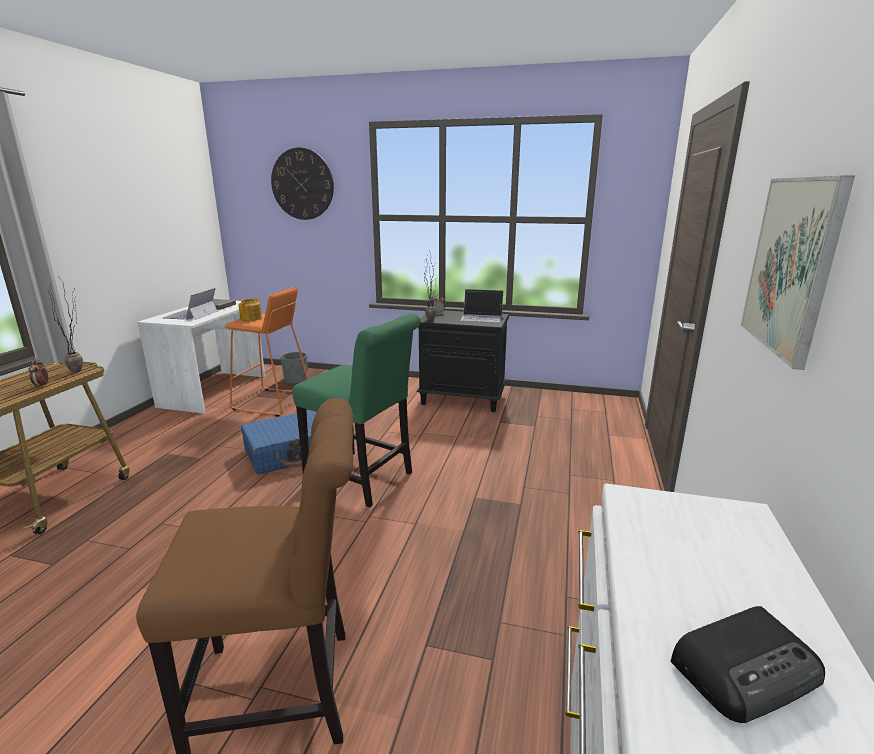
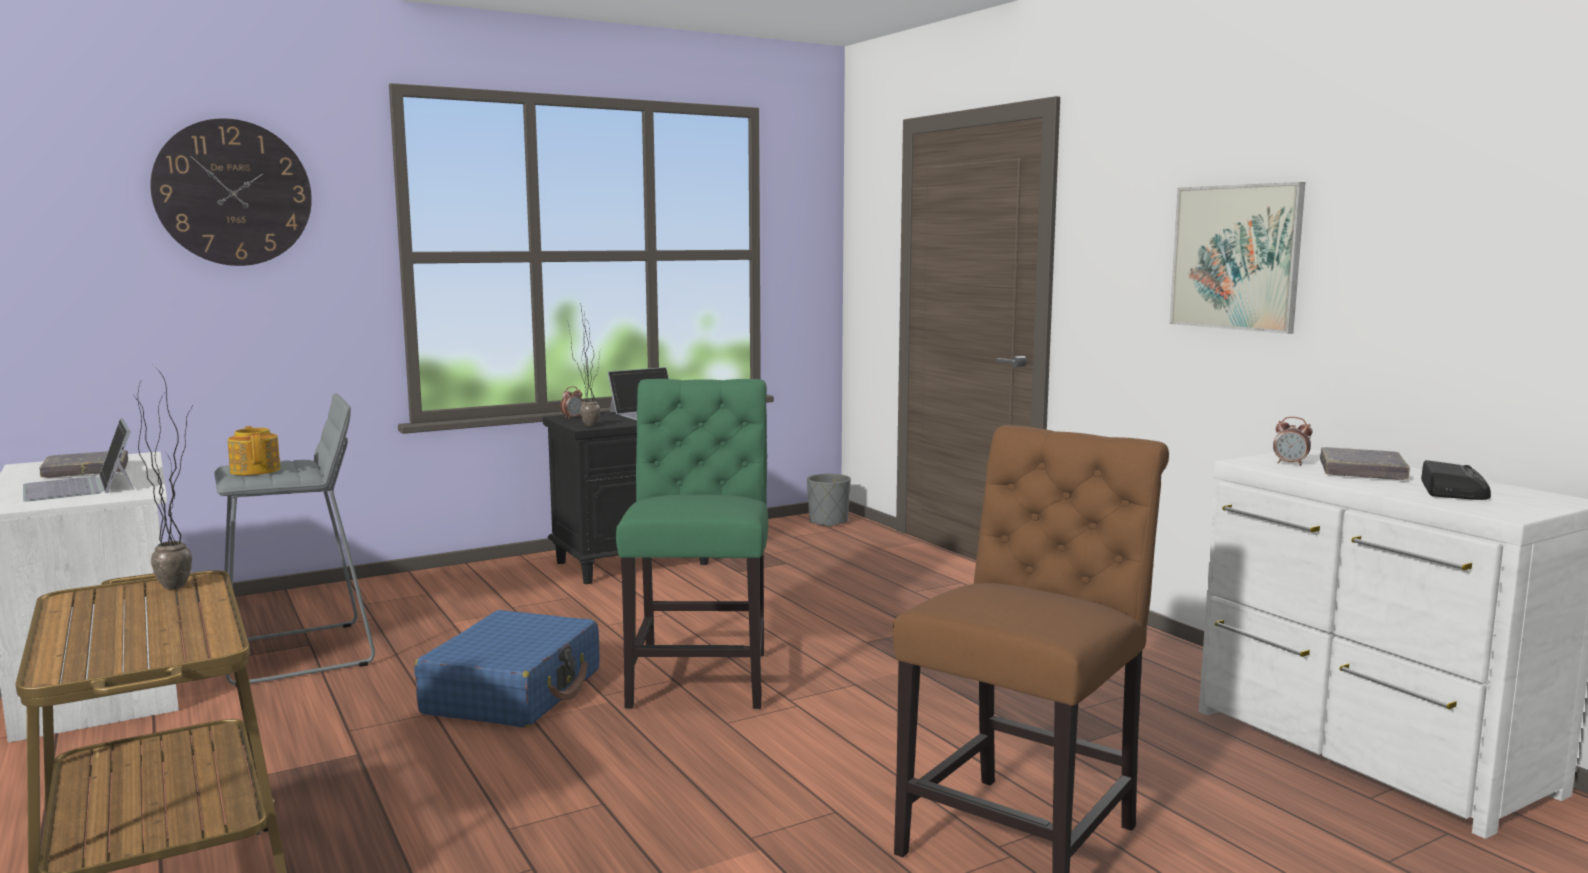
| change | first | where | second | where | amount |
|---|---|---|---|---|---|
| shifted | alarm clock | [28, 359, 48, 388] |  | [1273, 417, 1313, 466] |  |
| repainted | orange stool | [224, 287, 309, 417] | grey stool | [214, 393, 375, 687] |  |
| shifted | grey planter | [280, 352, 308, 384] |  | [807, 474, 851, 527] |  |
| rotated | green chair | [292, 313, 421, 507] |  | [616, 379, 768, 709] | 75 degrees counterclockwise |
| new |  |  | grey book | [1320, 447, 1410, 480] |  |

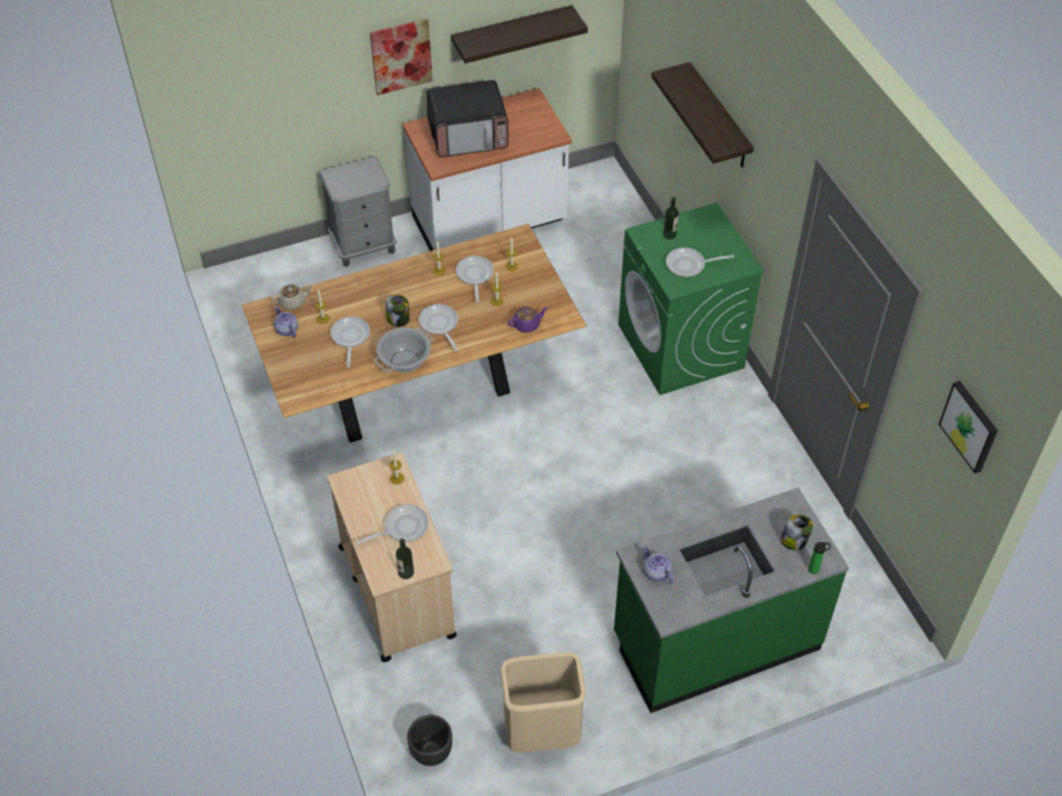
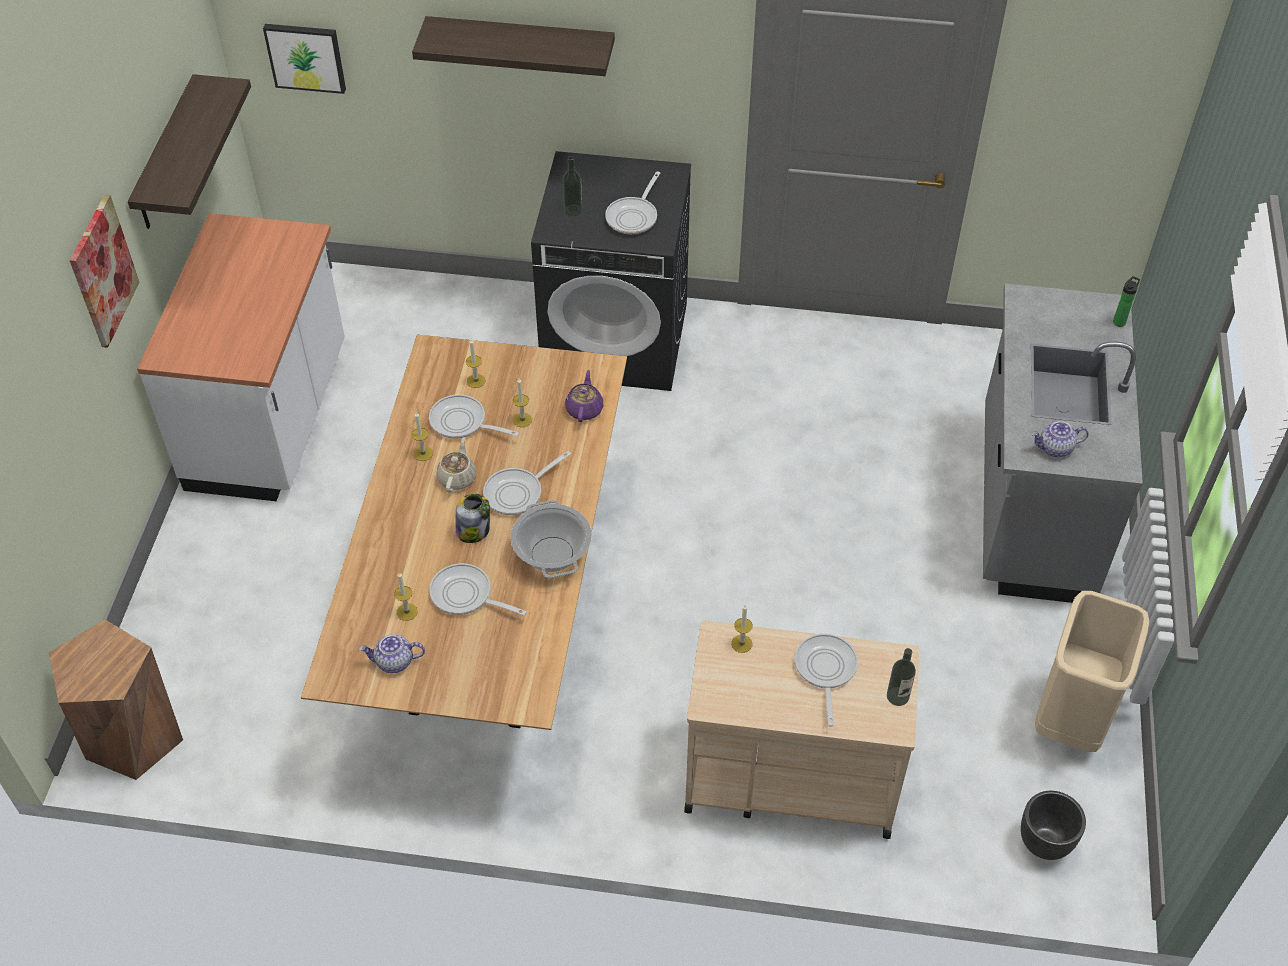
| change | first | where | second | where | amount |
|---|---|---|---|---|---|
| shifted | beige teapot | [271, 284, 313, 310] |  | [436, 437, 476, 492] |  |
| gone | grey nightstand | [319, 157, 397, 267] |  |  |  |
| rotated | frying pan | [419, 304, 458, 351] |  | [483, 451, 571, 515] | 45 degrees counterclockwise |
| gone | microwave | [427, 80, 509, 157] |  |  |  |
| repainted | green counter | [614, 488, 849, 713] | grey counter | [983, 283, 1143, 603] |  |
| repainted | green washing machine | [618, 203, 765, 395] | black washing machine | [531, 151, 691, 391] |  |
| gone | jar | [780, 515, 813, 550] |  |  |  |
| shifted | picture | [939, 381, 998, 473] |  | [263, 24, 346, 94] |  |
| new |  |  | brown stool | [49, 619, 183, 780] |  |

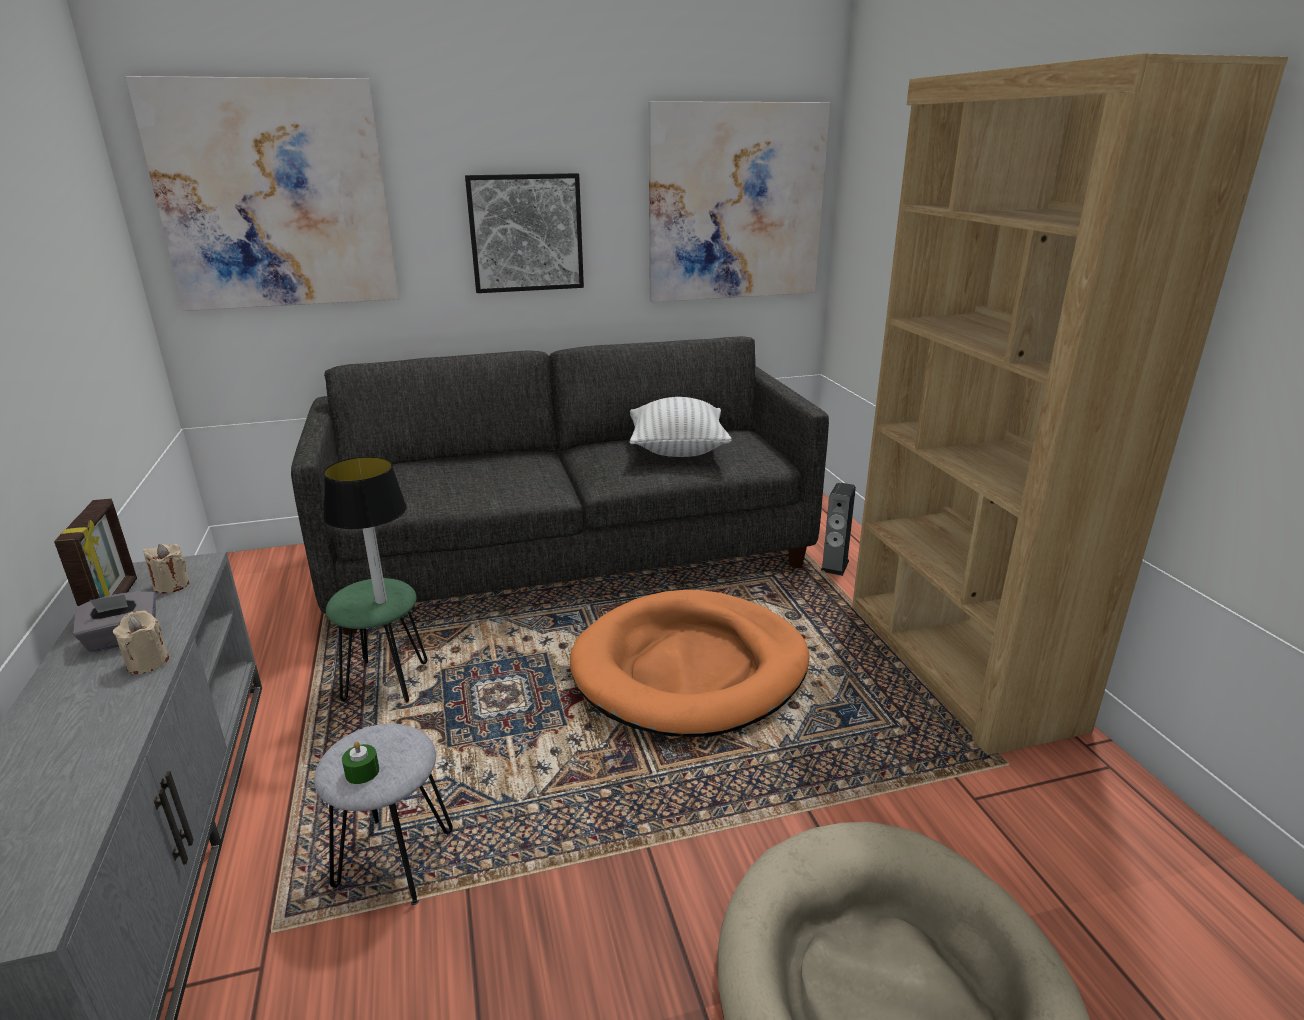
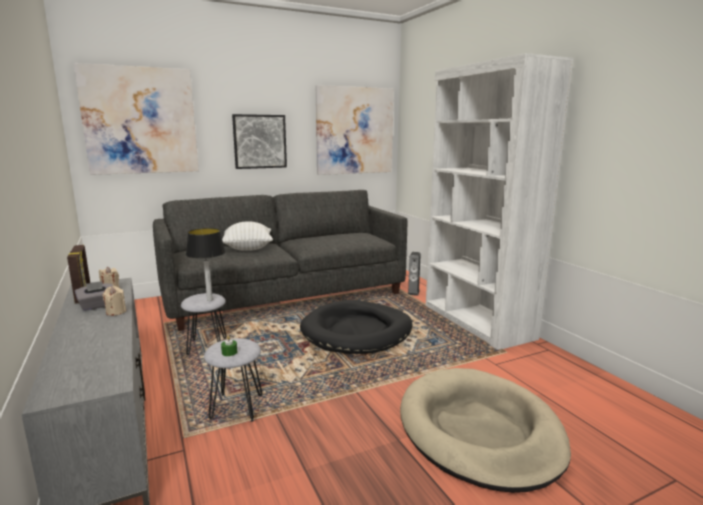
| change | first | where | second | where | amount |
|---|---|---|---|---|---|
| repainted | green stool | [326, 578, 427, 703] | grey stool | [181, 293, 226, 355] |  |
| repainted | orange dog bed | [570, 590, 809, 737] | black dog bed | [300, 300, 413, 354] |  |
| shifted | white pillow | [629, 397, 732, 457] |  | [222, 221, 273, 251] |  |
| repainted | brown bookcase | [852, 53, 1288, 755] | white bookcase | [426, 53, 574, 350] |  |

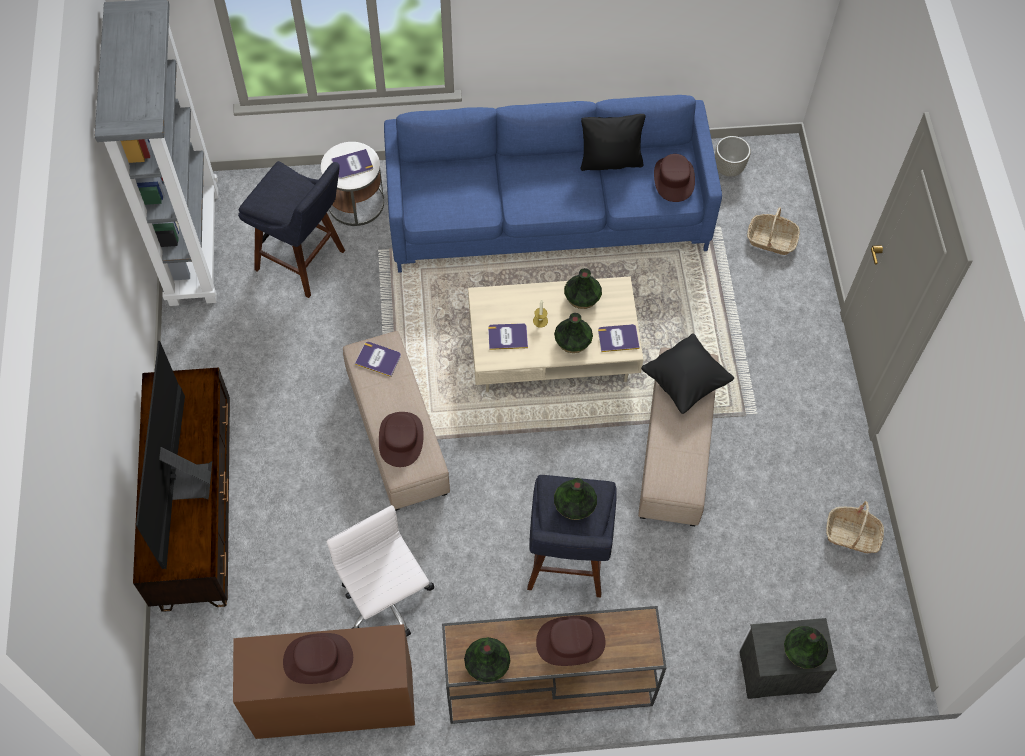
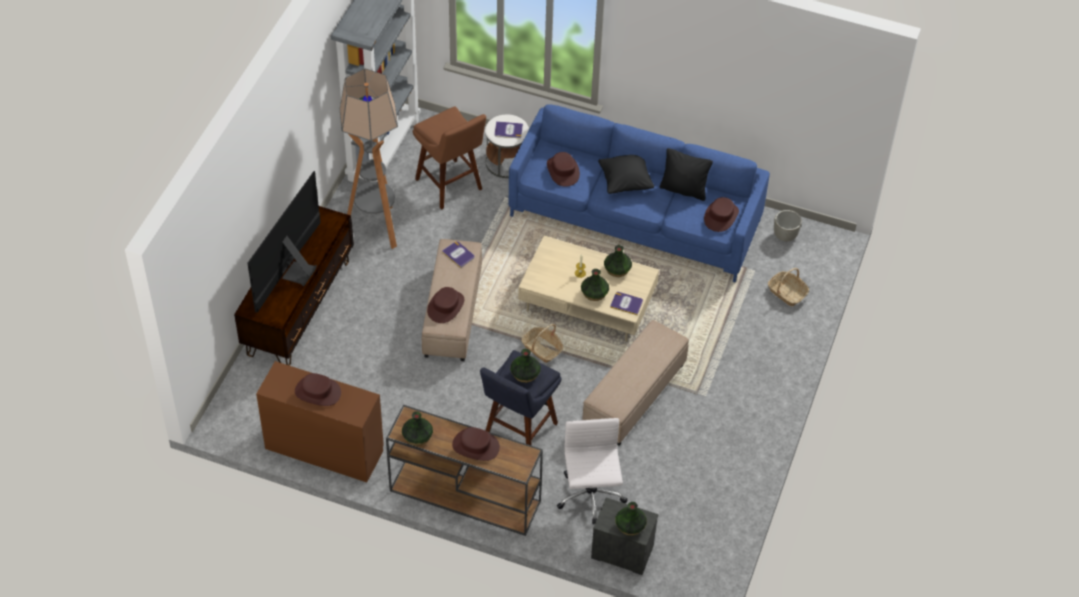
| change | first | where | second | where | amount |
|---|---|---|---|---|---|
| repainted | blue stool | [238, 161, 345, 298] | brown stool | [413, 106, 486, 210] |  |
| shifted | white office chair | [326, 505, 434, 637] |  | [557, 418, 628, 524] |  |
| gone | book | [488, 323, 528, 350] |  |  |  |
| shifted | black pillow | [641, 333, 734, 414] |  | [598, 155, 654, 194] |  |
| shifted | basket | [826, 501, 884, 553] |  | [521, 324, 563, 363] |  |
| new |  |  | floor lamp | [340, 68, 398, 249] |  |
| new |  |  | brown hat | [547, 152, 580, 187] |  |

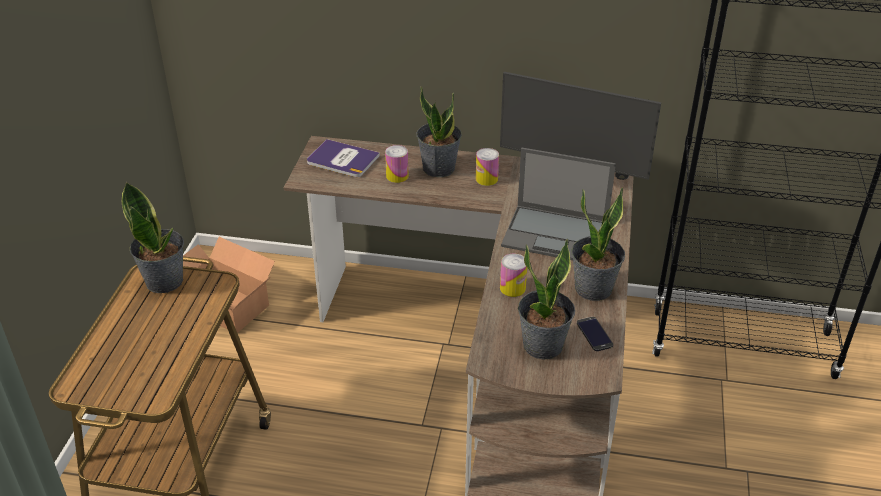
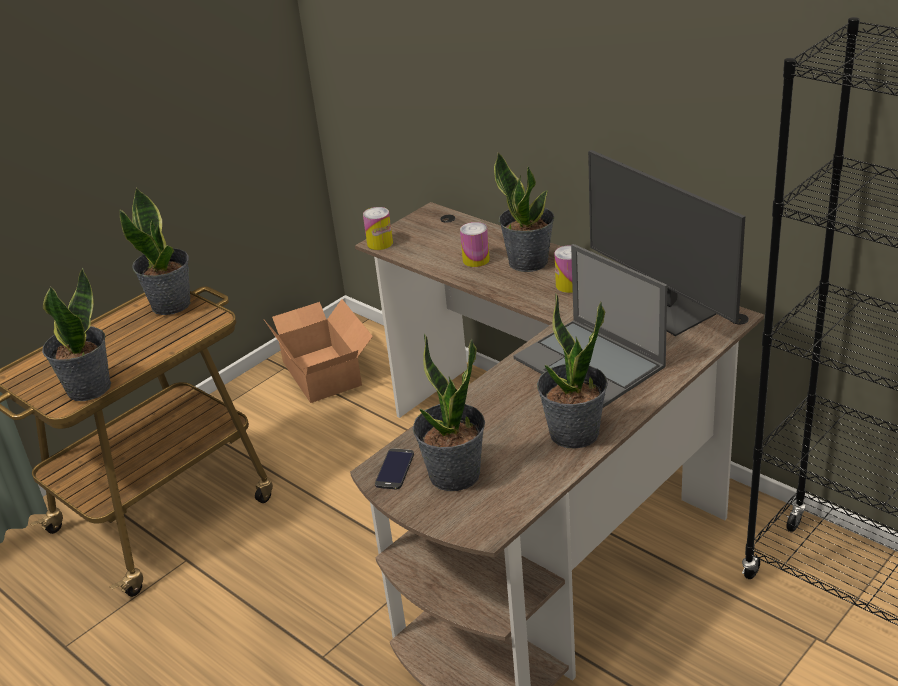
| change | first | where | second | where | amount |
|---|---|---|---|---|---|
| gone | book | [307, 139, 380, 177] |  |  |  |
| shifted | can | [500, 254, 527, 297] |  | [363, 207, 393, 250] |  |
| shifted | phone | [577, 317, 613, 351] |  | [375, 448, 414, 489] |  |
| new |  |  | potted plant | [42, 268, 111, 401] |  |

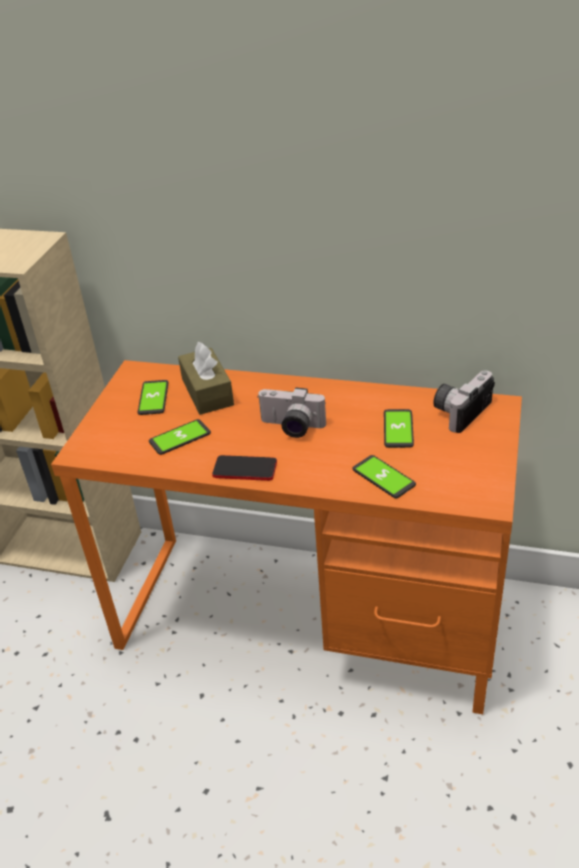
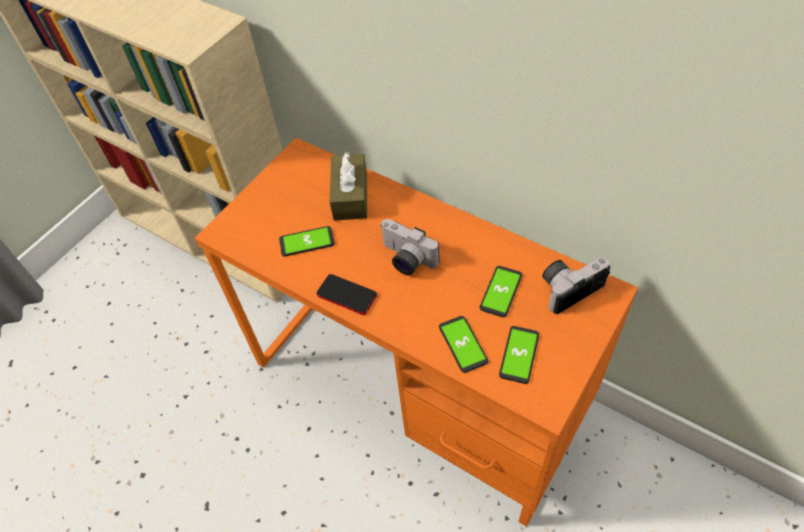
| change | first | where | second | where | amount |
|---|---|---|---|---|---|
| shifted | phone | [138, 380, 168, 415] |  | [499, 326, 539, 384] |  |

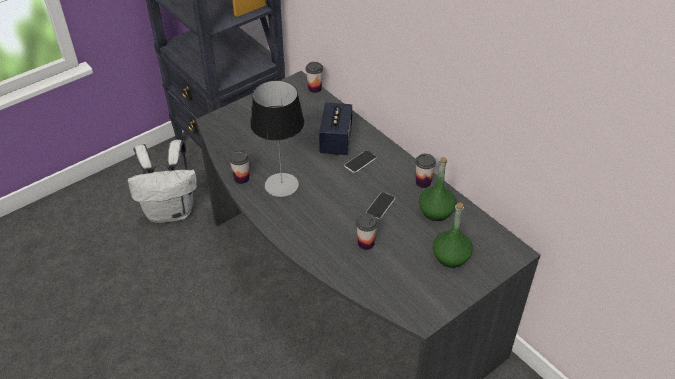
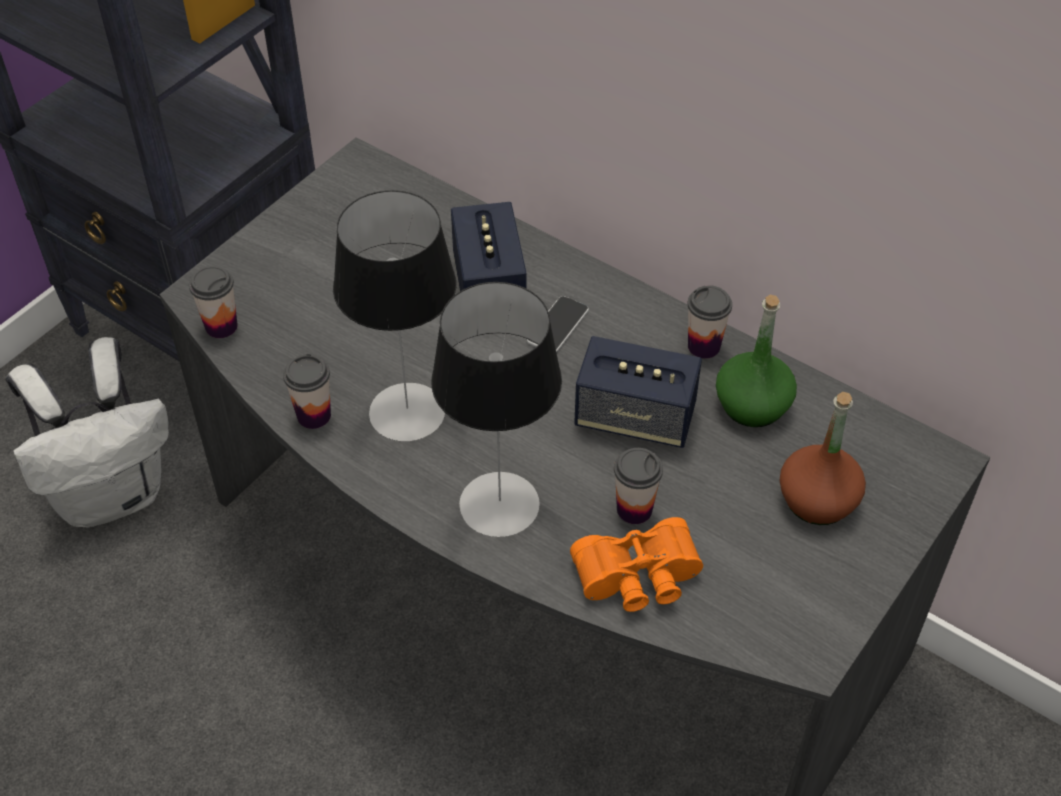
| change | first | where | second | where | amount |
|---|---|---|---|---|---|
| shifted | cup | [306, 62, 323, 93] |  | [189, 266, 238, 338] |  |
| swapped | phone | [366, 192, 395, 219] | speaker | [574, 336, 702, 448] |  |
| repainted | green bottle | [433, 202, 473, 268] | brown bottle | [780, 392, 866, 525] |  |
| new |  |  | table lamp | [431, 282, 562, 537] |  |
| new |  |  | orange binoculars | [570, 517, 703, 612] |  |

